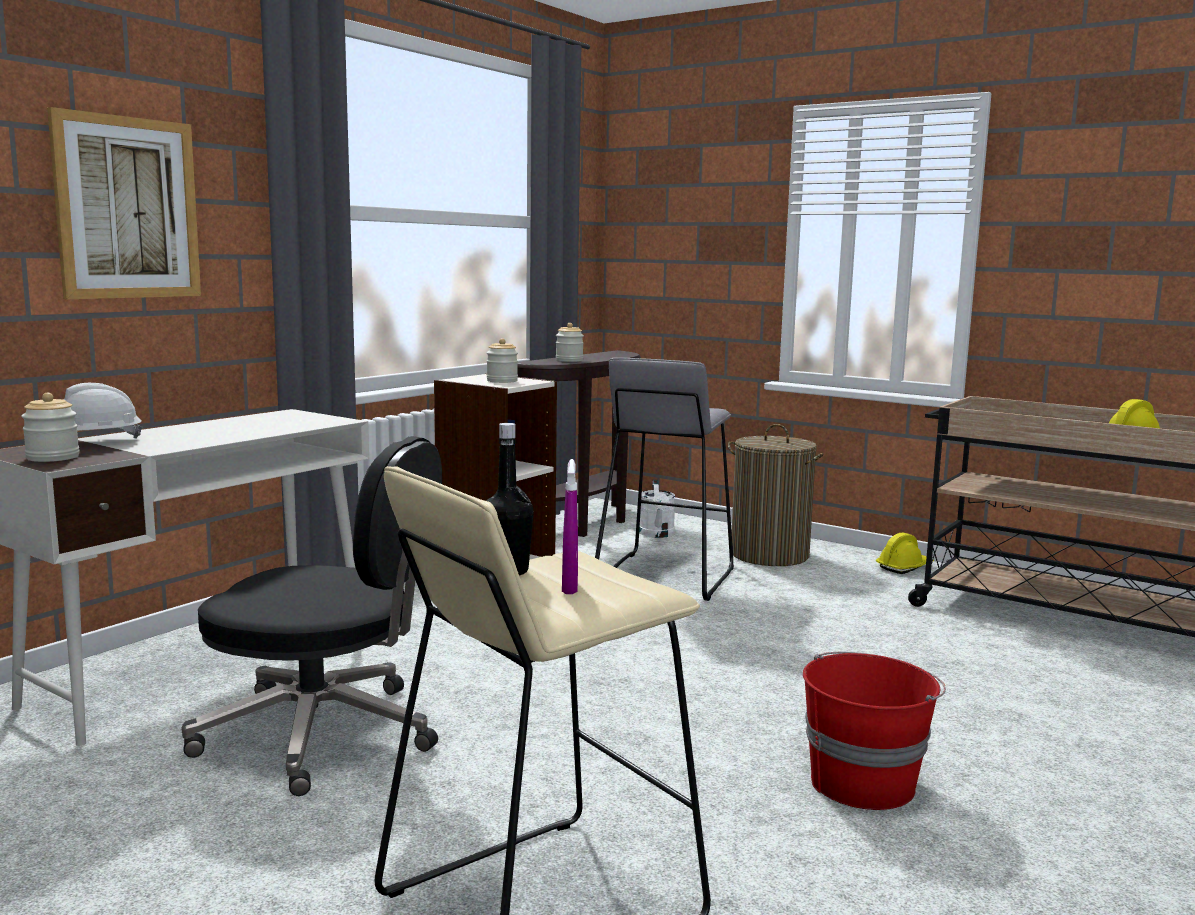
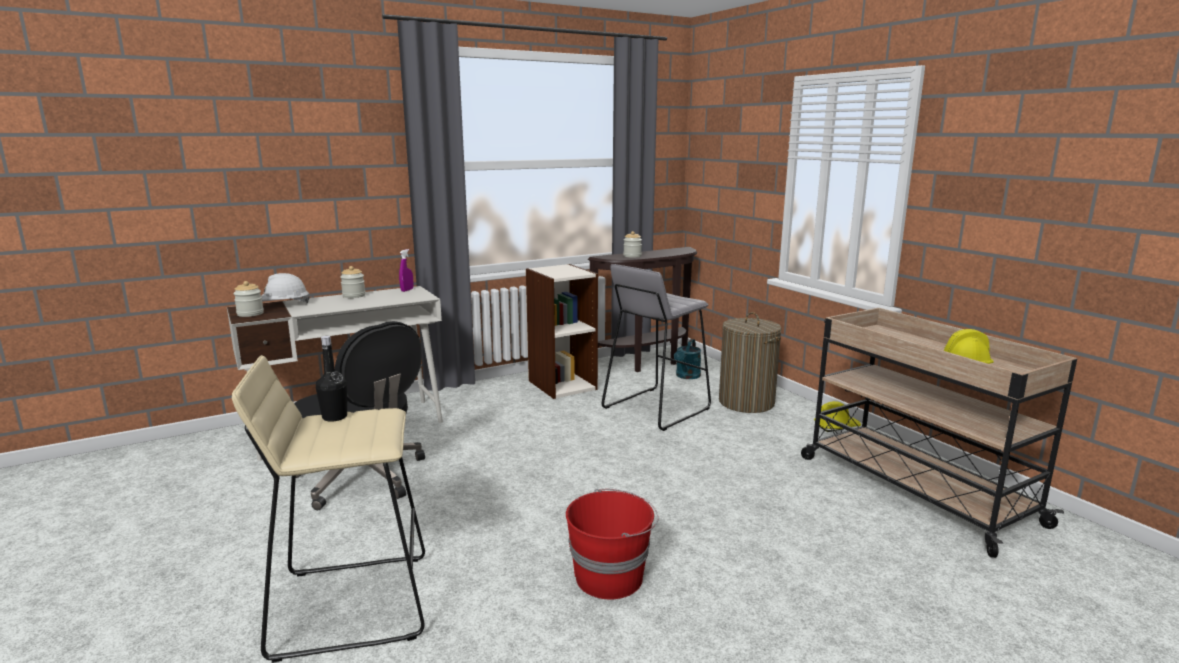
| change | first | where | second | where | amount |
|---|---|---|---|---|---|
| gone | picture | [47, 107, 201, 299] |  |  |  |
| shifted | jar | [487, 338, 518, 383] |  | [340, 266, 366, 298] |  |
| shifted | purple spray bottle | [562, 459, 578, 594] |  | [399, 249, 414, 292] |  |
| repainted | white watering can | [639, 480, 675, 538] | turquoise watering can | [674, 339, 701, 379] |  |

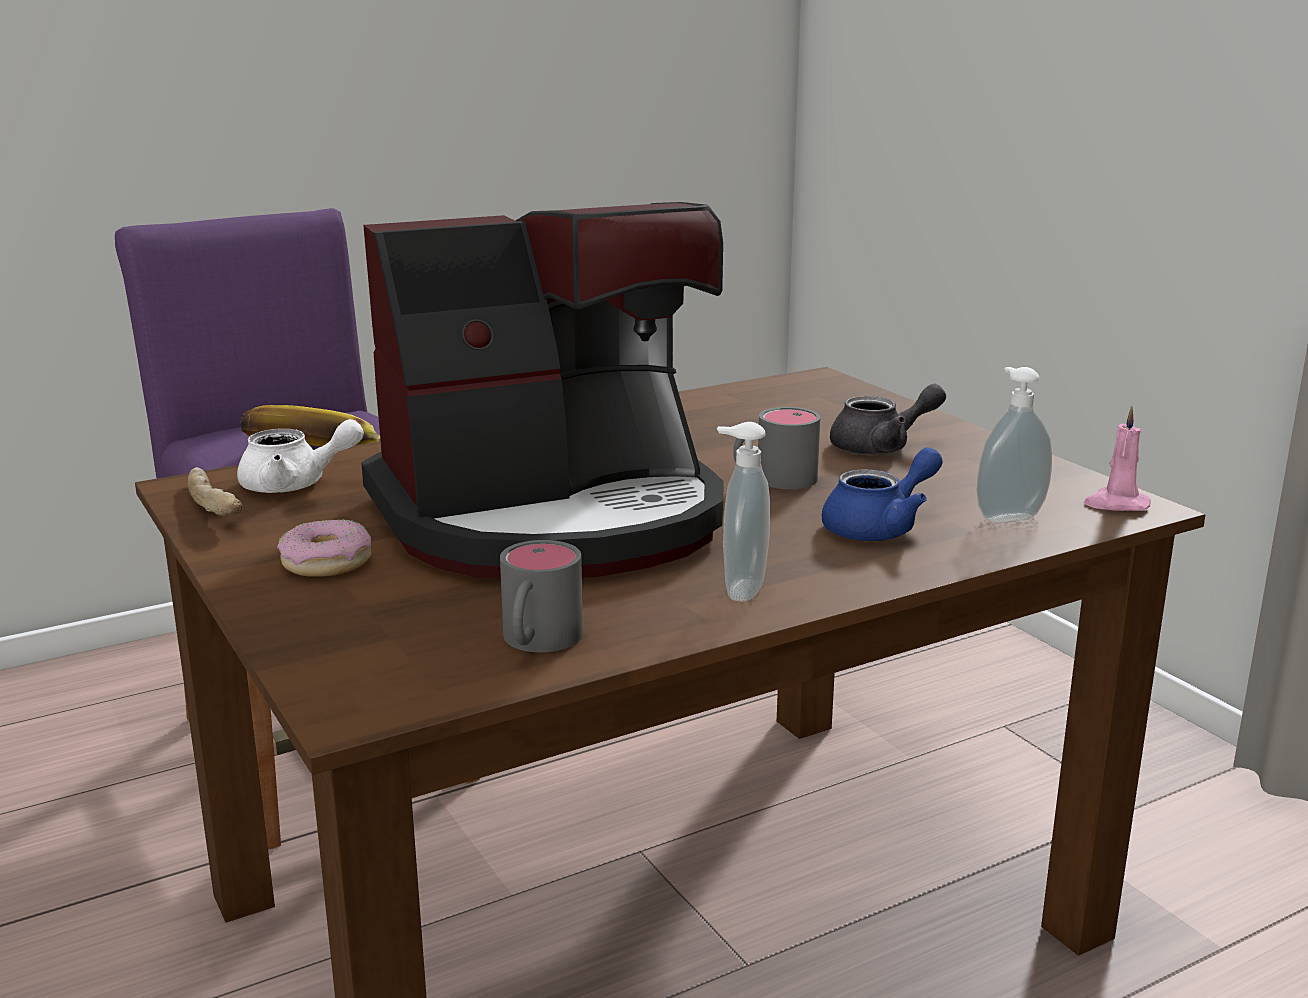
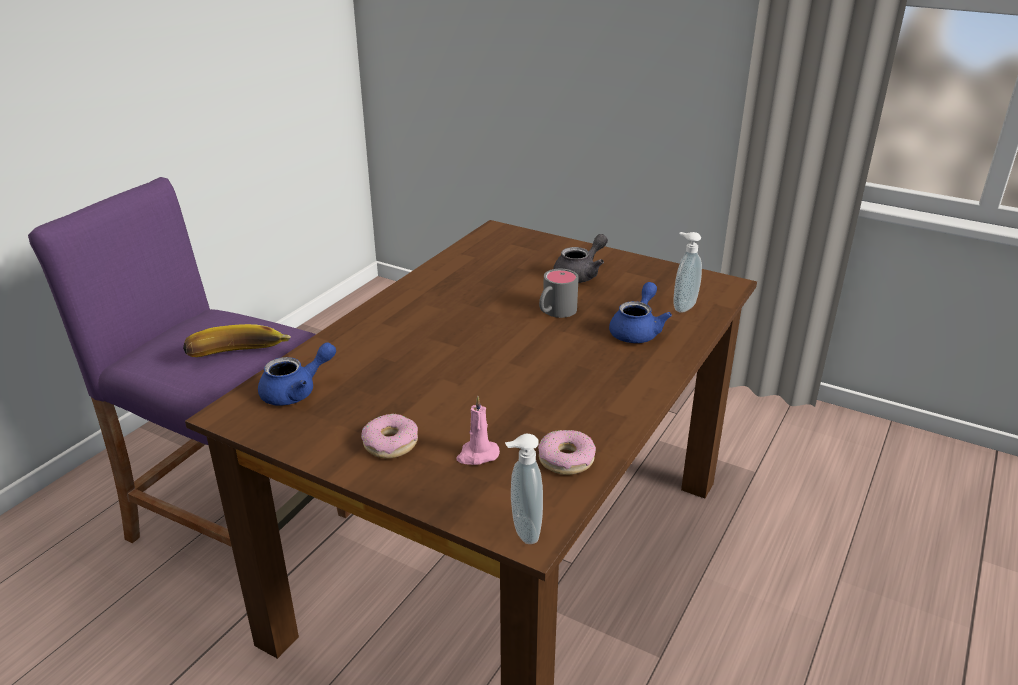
| change | first | where | second | where | amount |
|---|---|---|---|---|---|
| gone | bread | [188, 467, 242, 516] |  |  |  |
| repainted | white teapot | [237, 419, 364, 493] | blue teapot | [258, 343, 336, 406] |  |
| gone | coffee machine | [361, 202, 724, 579] |  |  |  |
| swapped | grey mug | [500, 540, 583, 652] | donut | [538, 430, 596, 475] |  |
| shifted | soap dispenser | [717, 422, 770, 602] |  | [505, 434, 543, 544] |  |
| shifted | pink candle | [1084, 406, 1151, 511] |  | [457, 396, 500, 465] |  |

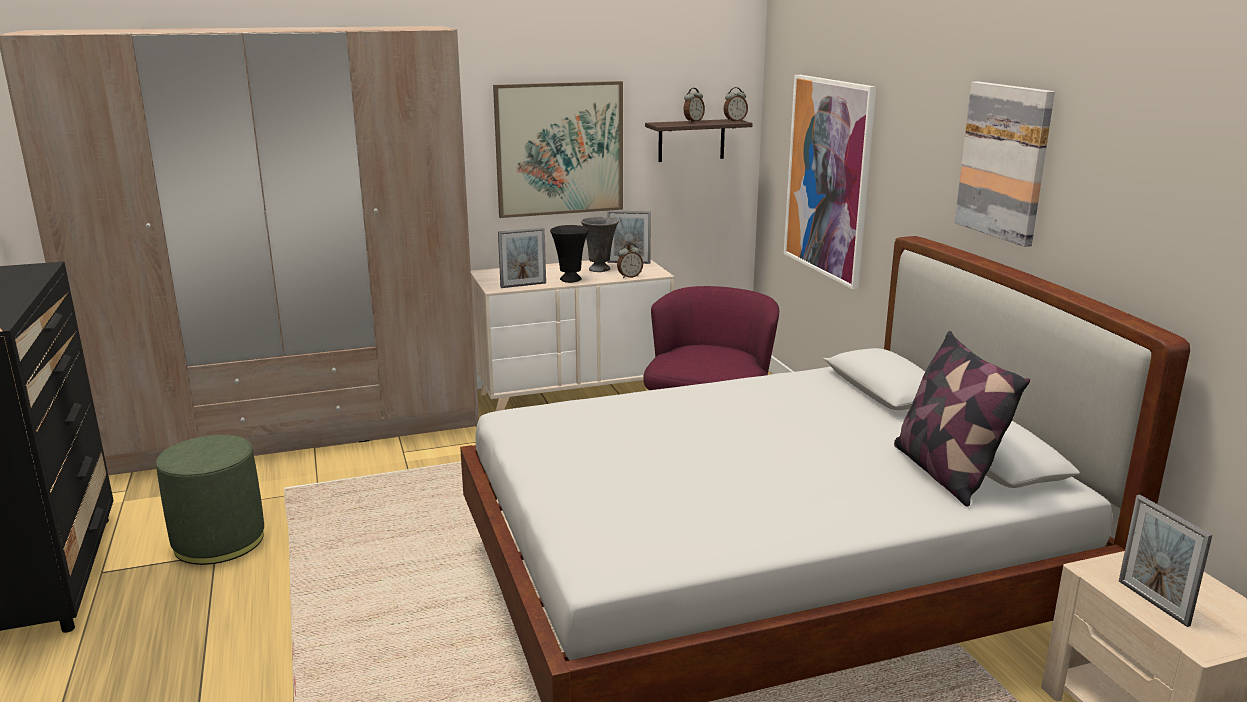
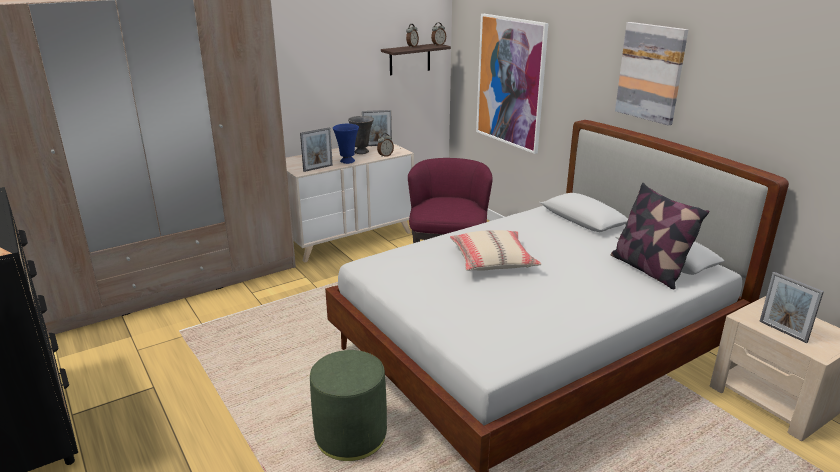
| change | first | where | second | where | amount |
|---|---|---|---|---|---|
| shifted | green ottoman | [156, 435, 264, 565] |  | [310, 350, 387, 461] |  |
| gone | picture | [493, 81, 623, 218] |  |  |  |
| repainted | black vase | [550, 225, 589, 283] | blue vase | [333, 124, 359, 164] |  |
| new |  |  | beige pillow | [450, 230, 541, 271] |  |

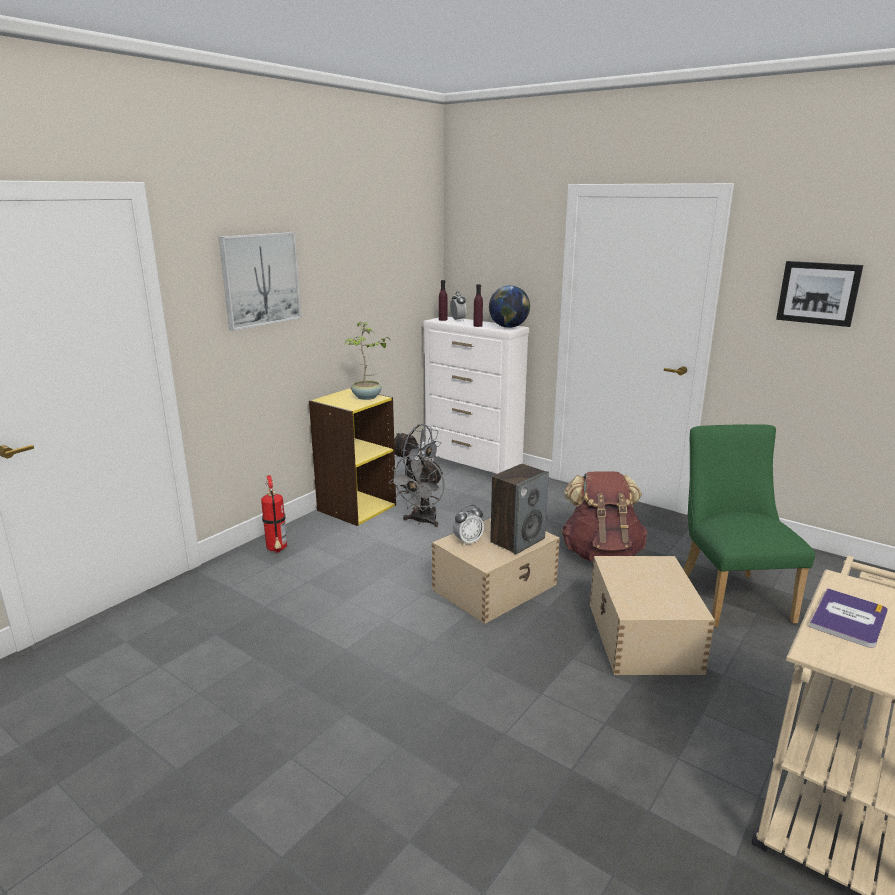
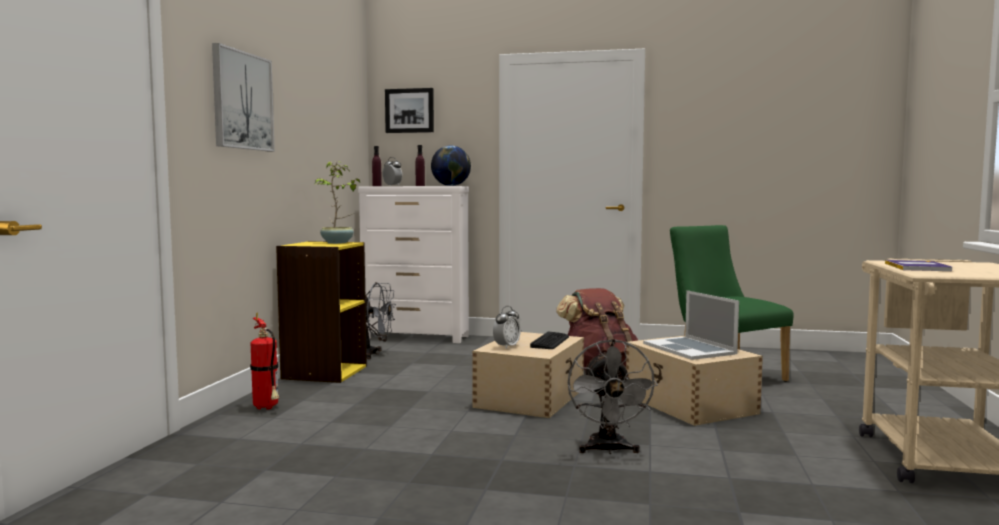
| change | first | where | second | where | amount |
|---|---|---|---|---|---|
| shifted | grey fan | [388, 454, 445, 527] |  | [568, 339, 658, 454] |  |
| swapped | speaker | [490, 464, 549, 554] | keyboard | [530, 332, 569, 349] |  |
| shifted | picture | [776, 261, 863, 327] |  | [385, 88, 434, 133] |  |
| new |  |  | laptop | [643, 290, 739, 360] |  |

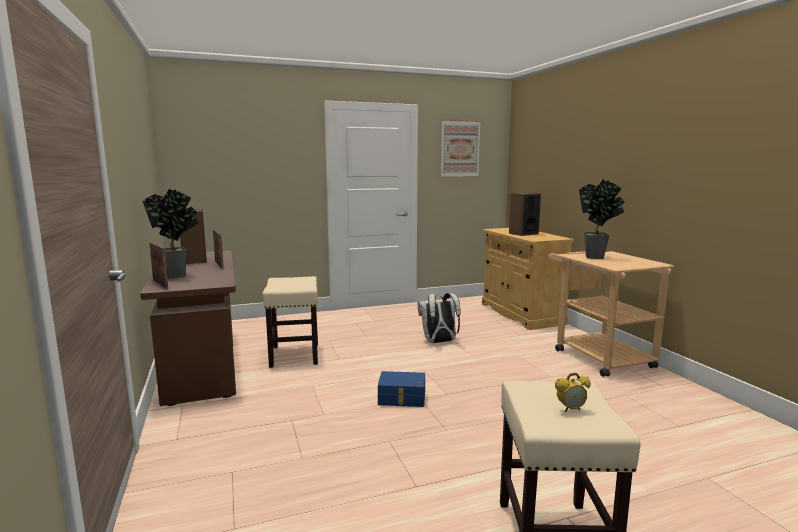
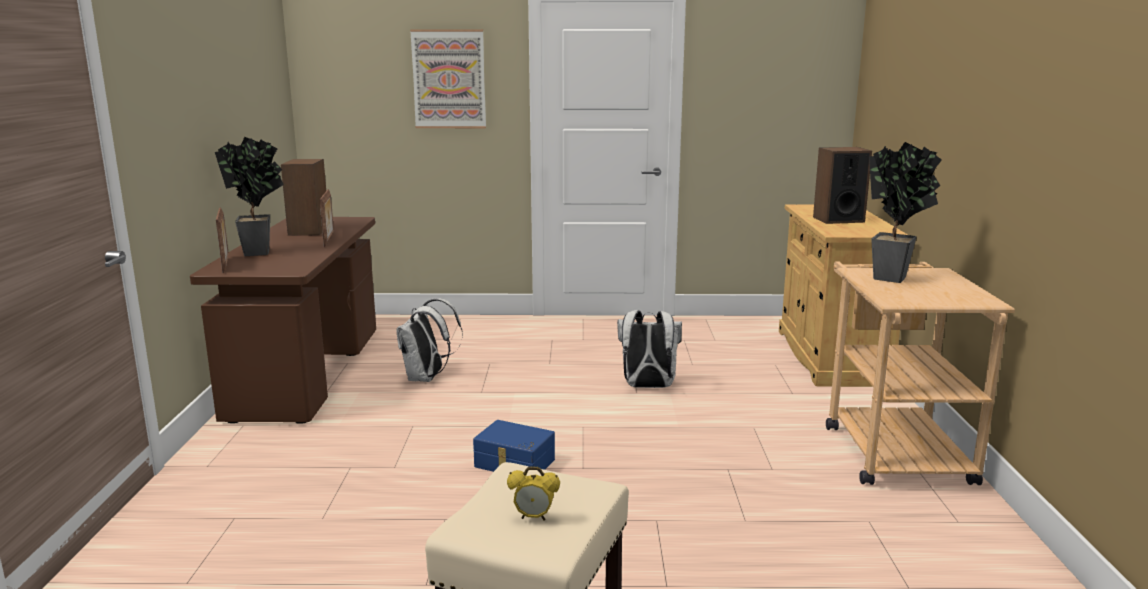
| change | first | where | second | where | amount |
|---|---|---|---|---|---|
| swapped | beige stool | [263, 276, 318, 368] | white backpack | [397, 298, 463, 382] |  |
| shifted | picture | [441, 119, 481, 178] |  | [410, 29, 486, 128] |  |

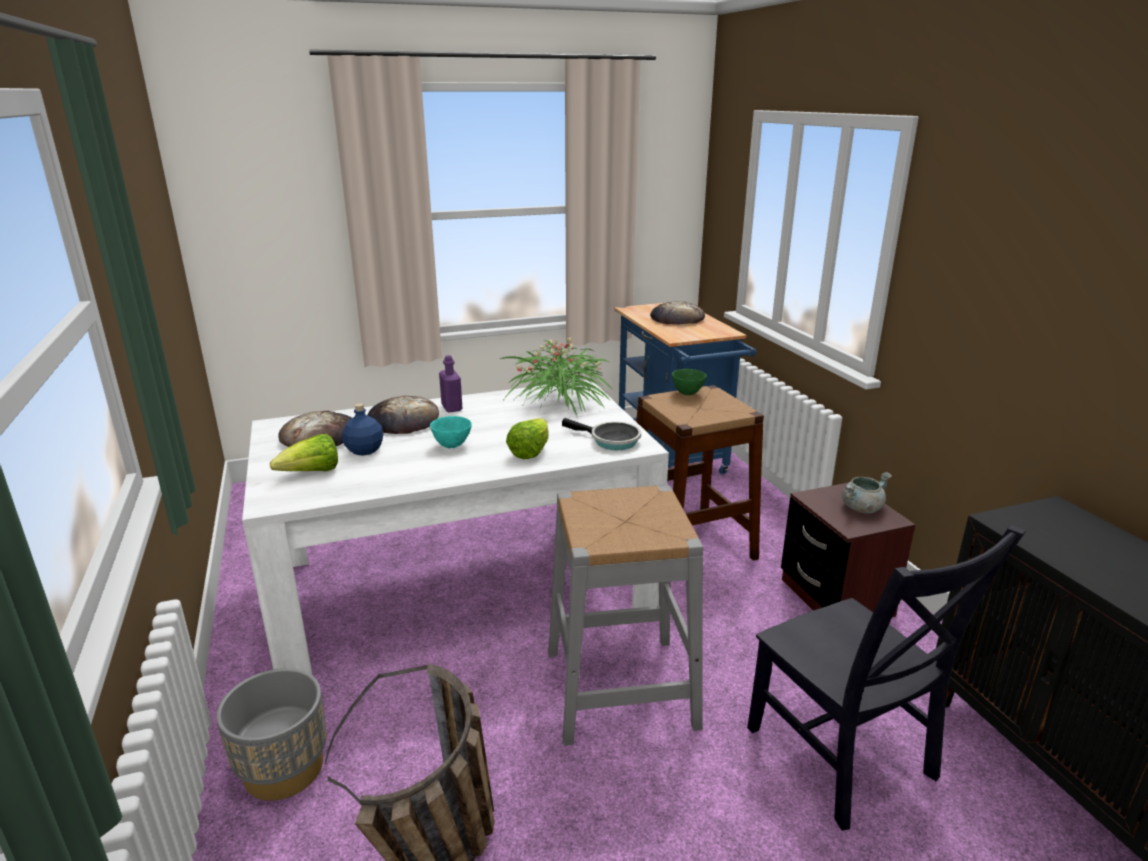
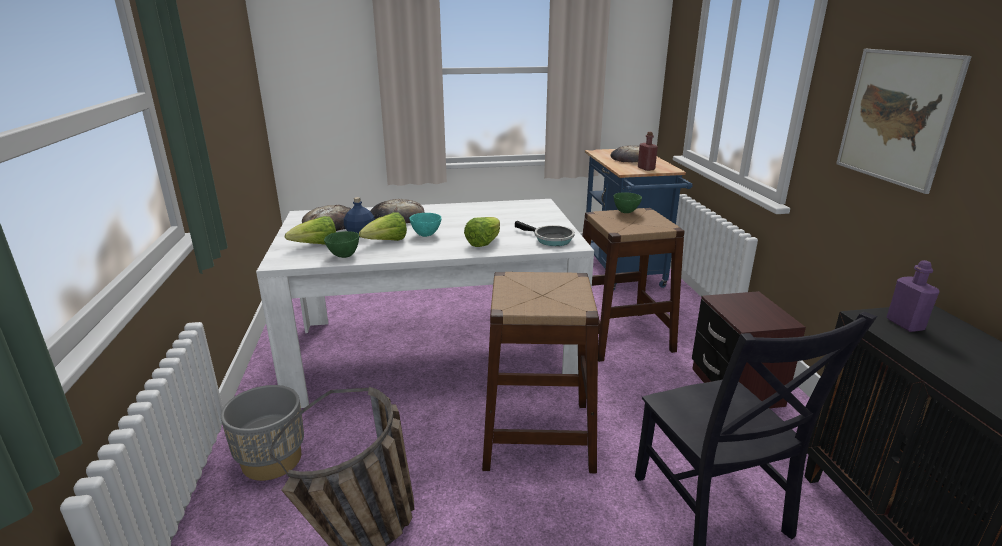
| change | first | where | second | where | amount |
|---|---|---|---|---|---|
| shifted | purple bottle | [439, 355, 463, 413] |  | [886, 260, 940, 332] |  |
| gone | potted plant | [500, 337, 614, 416] |  |  |  |
| repainted | grey stool | [548, 485, 704, 746] | brown stool | [482, 272, 599, 473] |  |
| gone | grey cooking pot | [842, 472, 892, 514] |  |  |  |
| new |  |  | green bowl | [324, 231, 359, 258] |  |
| new |  |  | lettuce | [359, 212, 407, 241] |  |
| new |  |  | red bottle | [638, 132, 658, 171] |  |
| new |  |  | picture | [836, 49, 972, 194] |  |

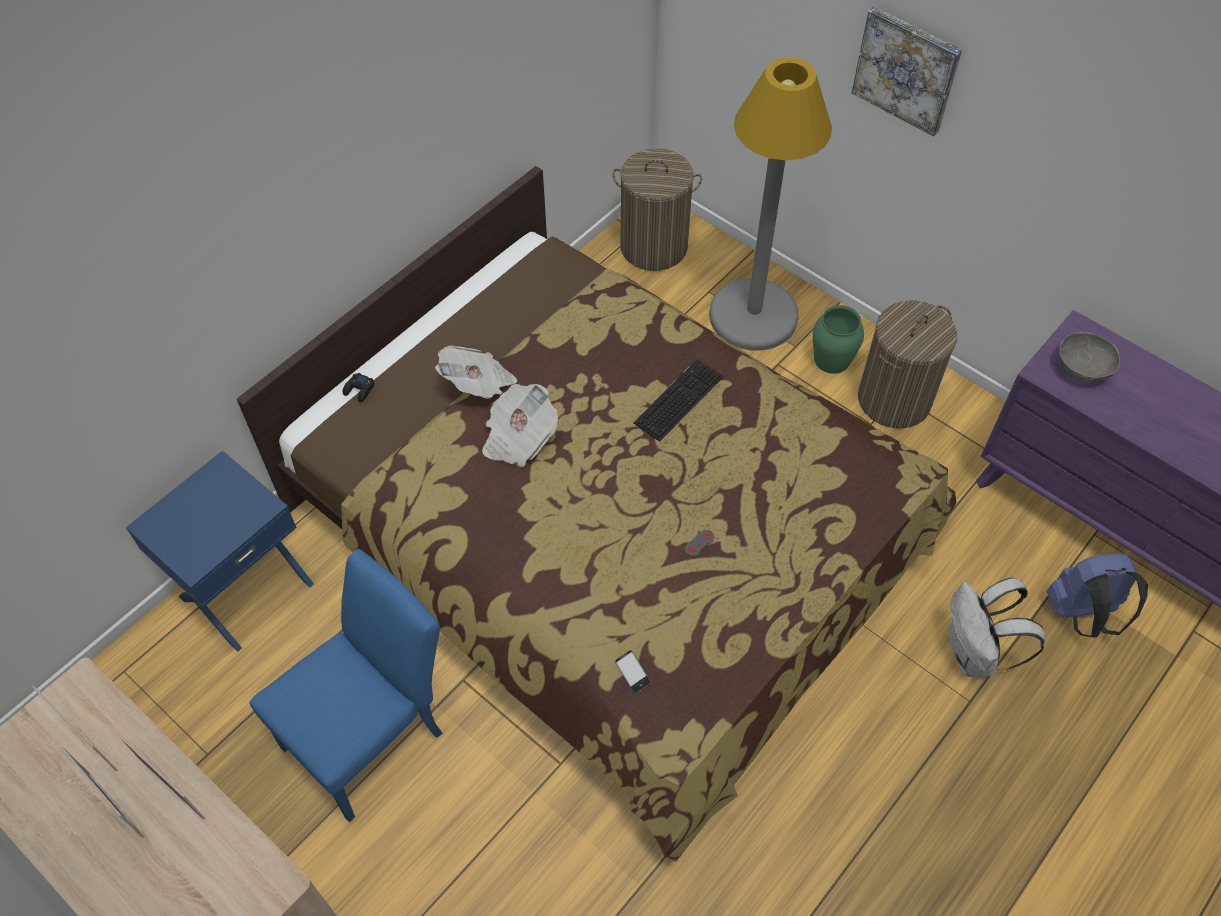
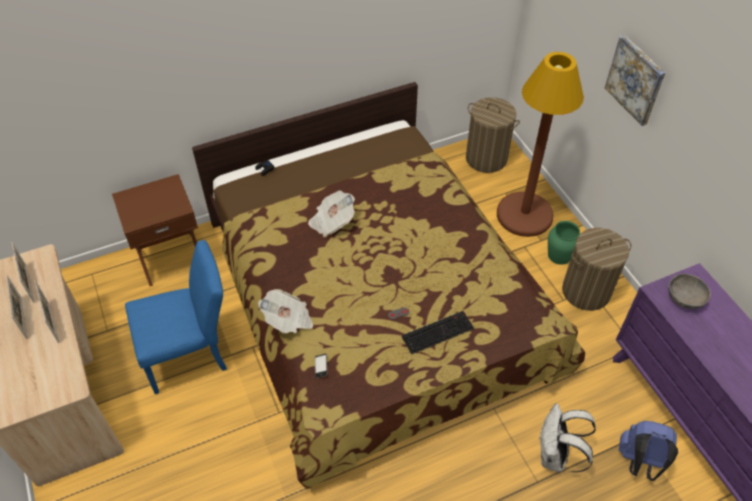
| change | first | where | second | where | amount |
|---|---|---|---|---|---|
| repainted | blue nightstand | [126, 451, 314, 652] | brown nightstand | [112, 174, 198, 286] |  |
| shifted | newspaper | [435, 345, 517, 399] |  | [258, 289, 313, 334] |  |
| shifted | keyboard | [634, 359, 723, 442] |  | [401, 311, 474, 354] |  |
| repainted | grey floor lamp | [709, 57, 832, 351] | brown floor lamp | [497, 52, 584, 237] |  |

